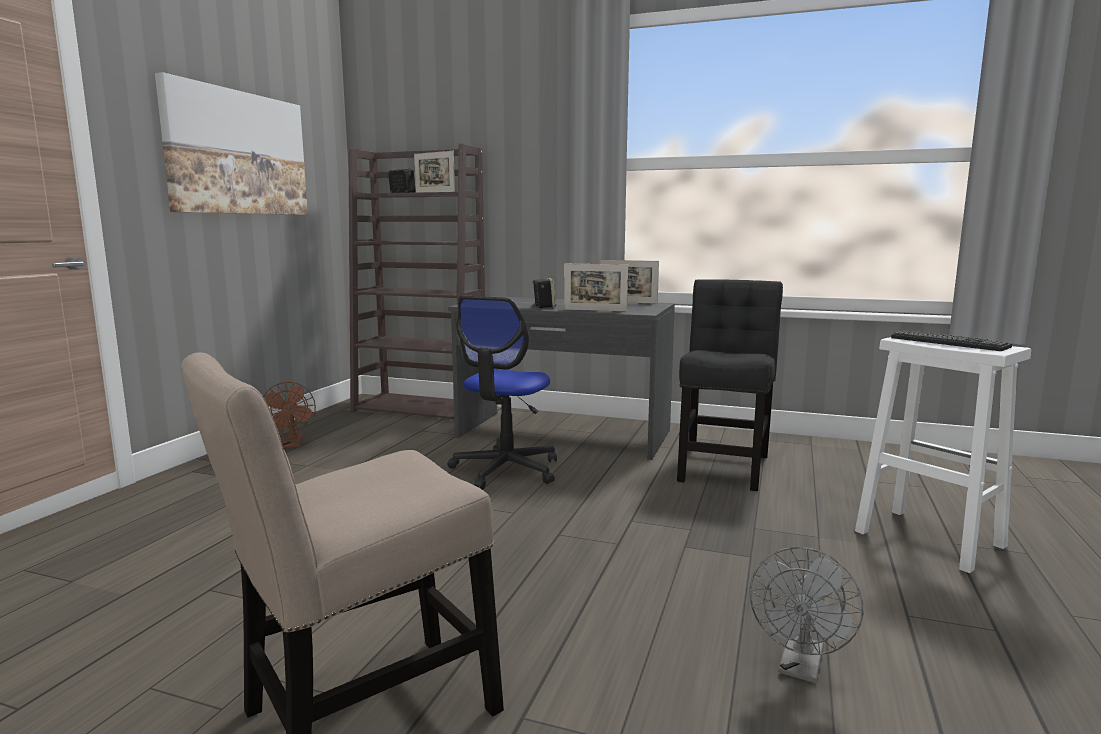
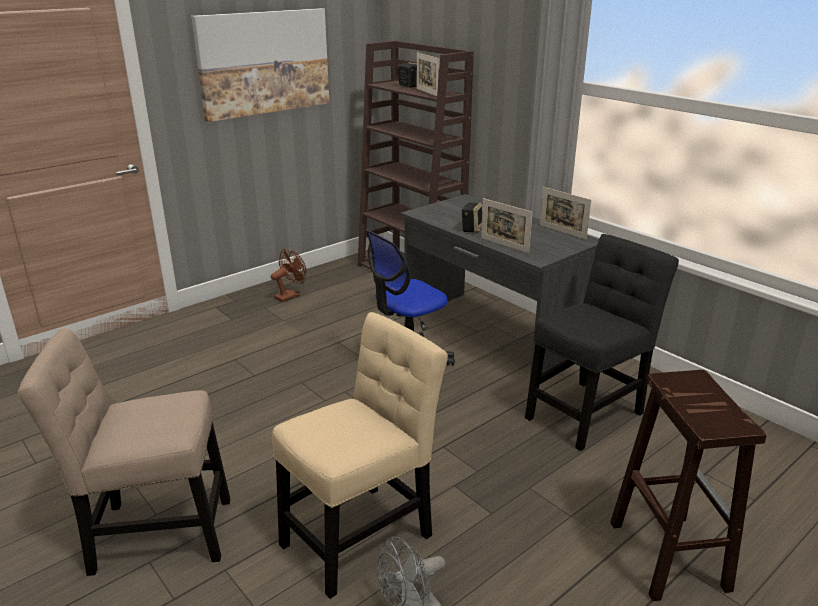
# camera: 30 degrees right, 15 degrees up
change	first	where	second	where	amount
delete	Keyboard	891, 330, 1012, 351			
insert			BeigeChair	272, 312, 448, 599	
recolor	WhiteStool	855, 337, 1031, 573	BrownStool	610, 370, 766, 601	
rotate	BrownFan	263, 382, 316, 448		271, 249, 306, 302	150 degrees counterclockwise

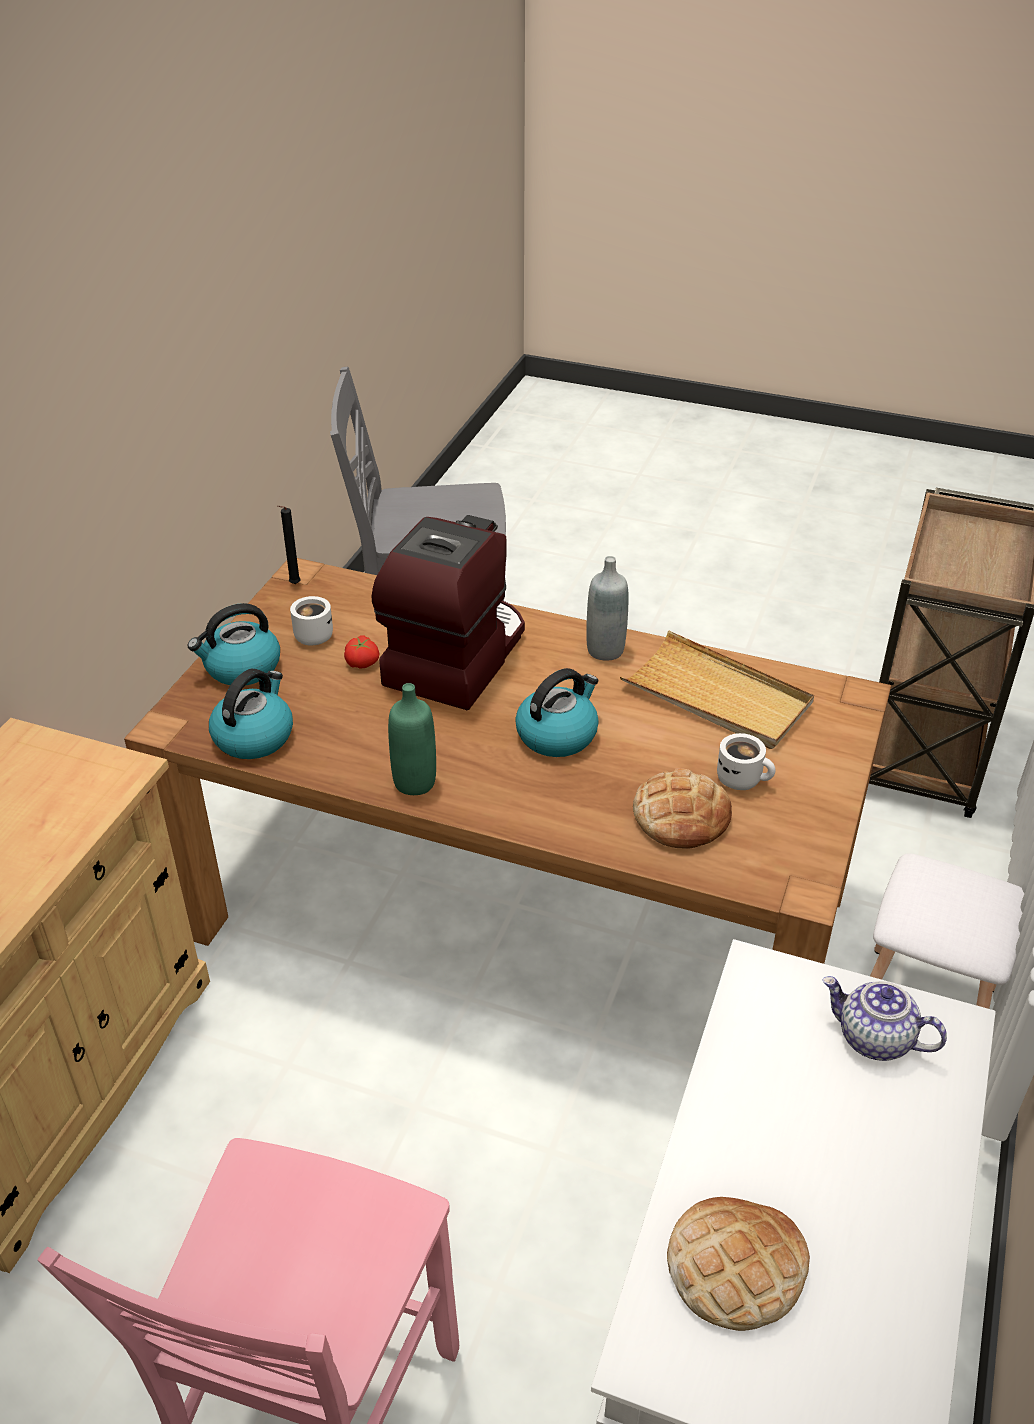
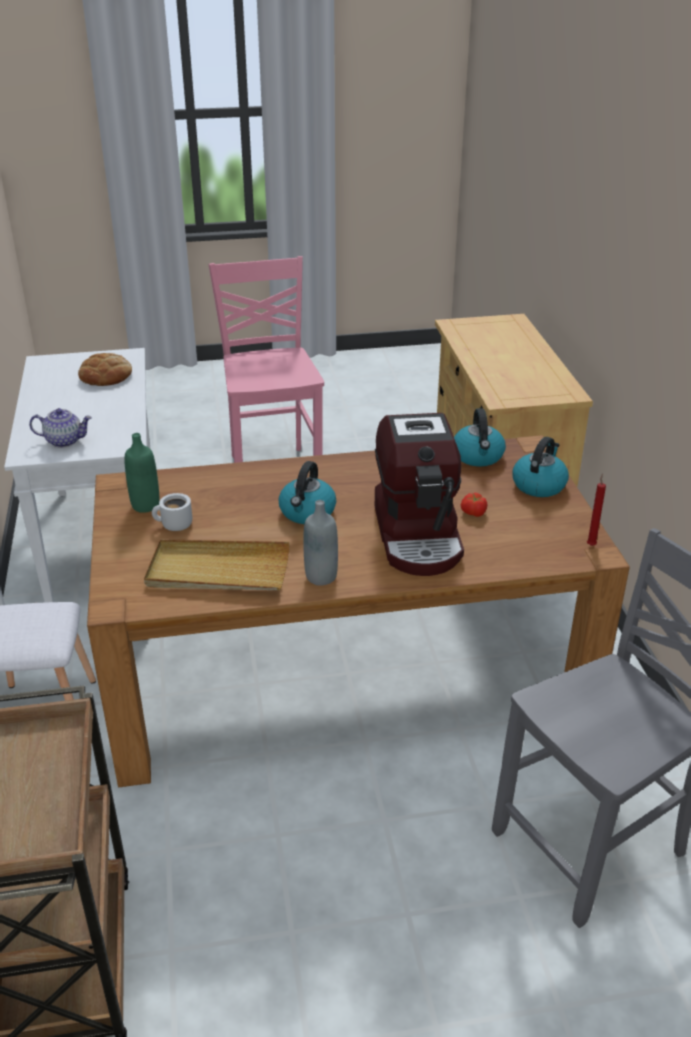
# camera: 150 degrees right, 5 degrees down
change	first	where	second	where	amount
delete	WhiteMug	290, 596, 333, 646			
delete	Bread	633, 768, 732, 849			
move	GreenBottle	388, 683, 436, 795		124, 433, 159, 513	
recolor	BlackCandle	277, 505, 301, 584	RedCandle	587, 474, 606, 546	

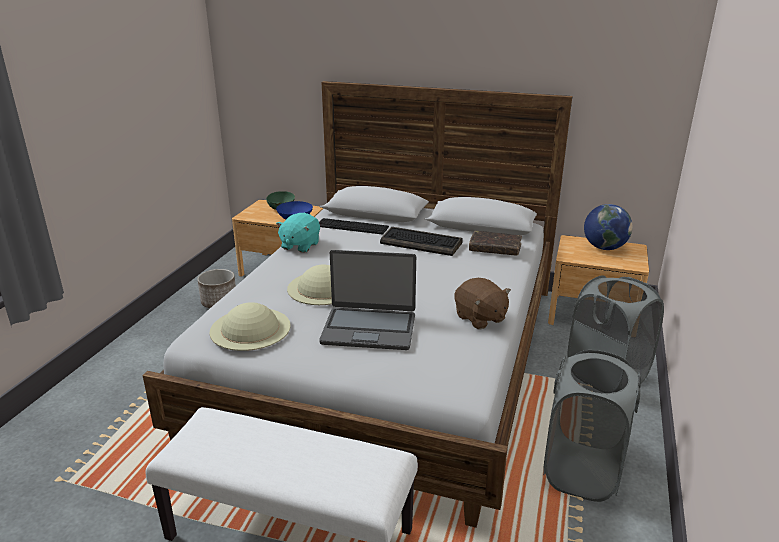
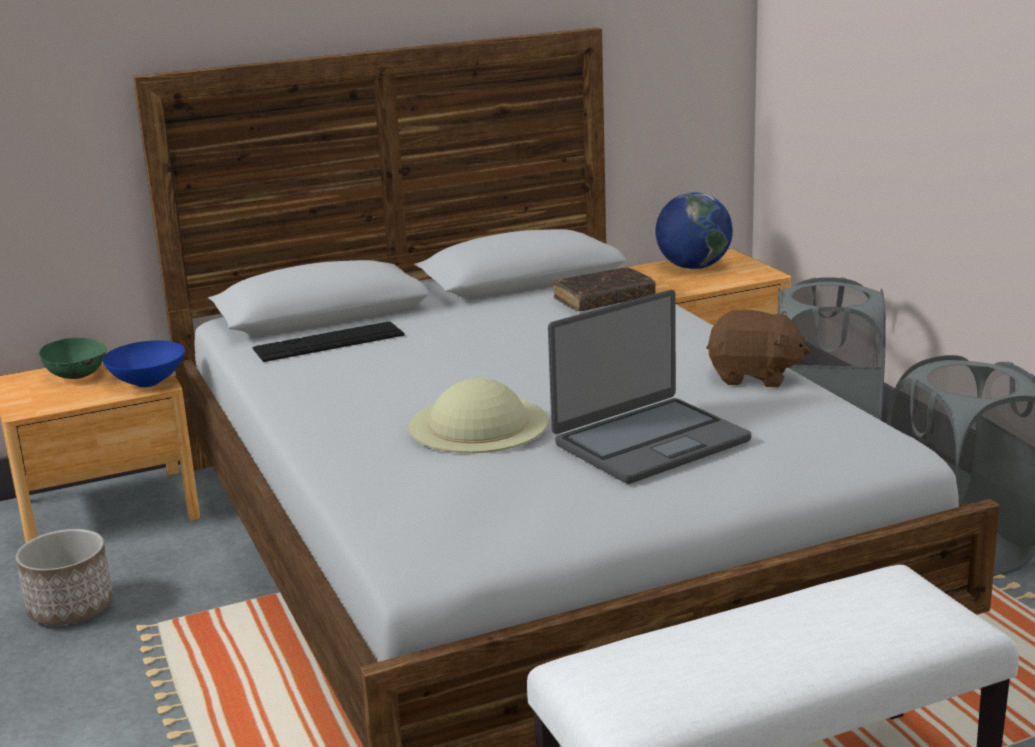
# camera: 40 degrees left, 5 degrees down
change	first	where	second	where	amount
delete	BeigeHat	210, 302, 291, 351			
delete	TurquoisePlushToy	276, 213, 320, 253			
delete	Keyboard	380, 227, 463, 256			

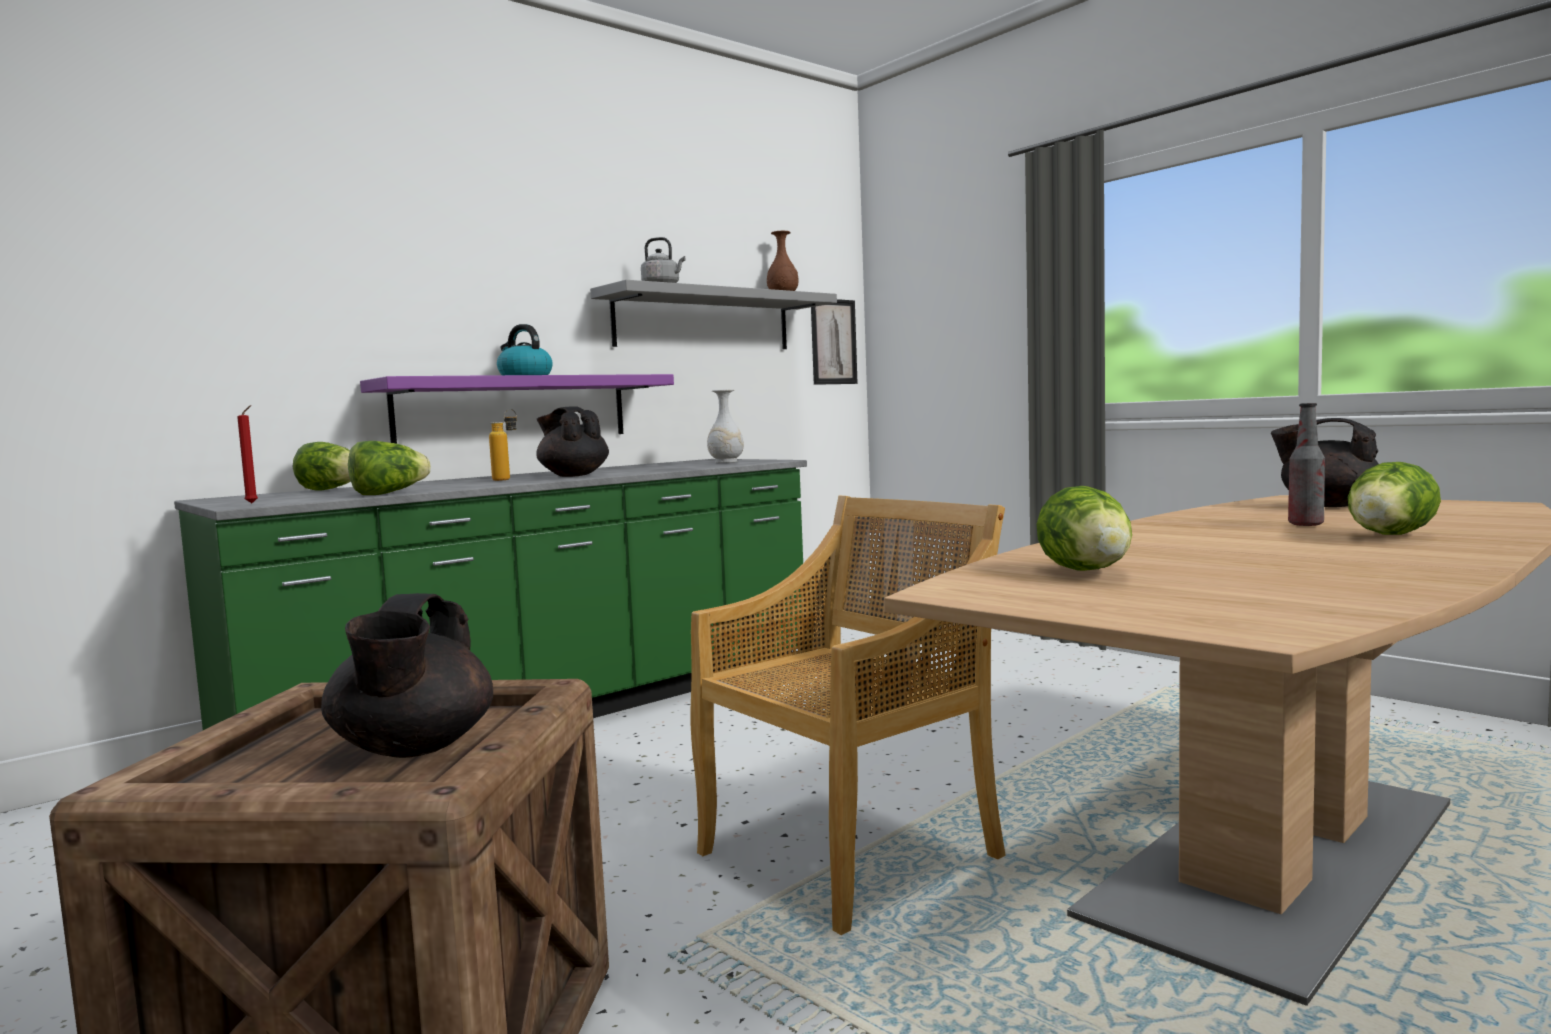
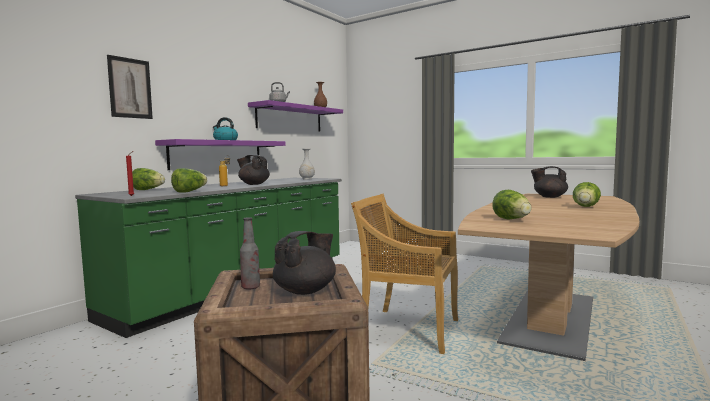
# camera: 15 degrees left, 0 degrees up
change	first	where	second	where	amount
move	Picture	811, 299, 858, 385		107, 55, 153, 119	
move	Bottle	1288, 403, 1325, 526		240, 217, 260, 290	
recolor	GreyShelf	590, 280, 837, 349	PurpleShelf	248, 100, 343, 132	
rotate	BlackTeapot	321, 593, 493, 758		273, 231, 336, 295	120 degrees counterclockwise
rotate	BeigeChair	691, 495, 1006, 935		351, 194, 458, 354	105 degrees counterclockwise

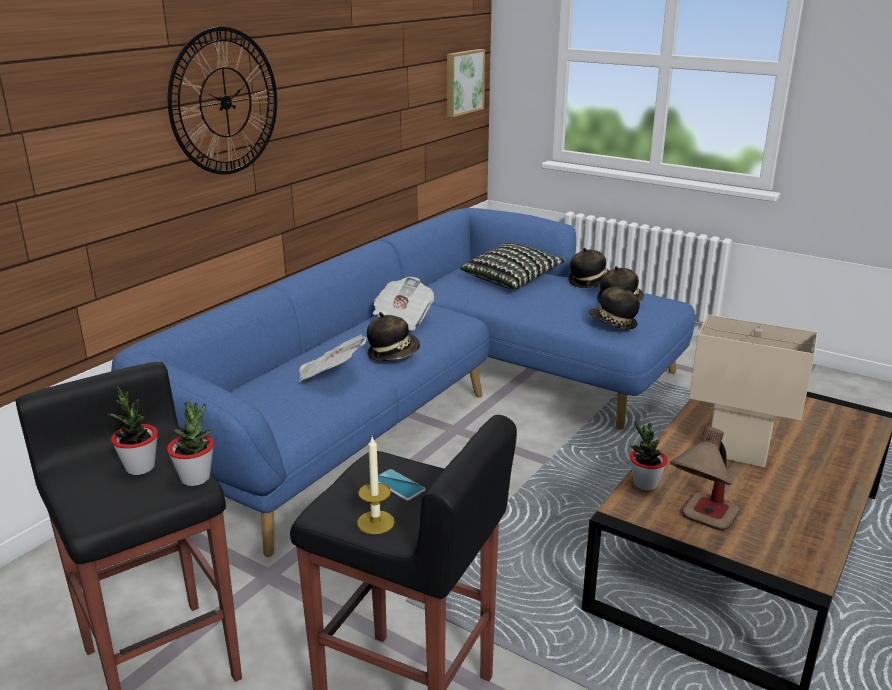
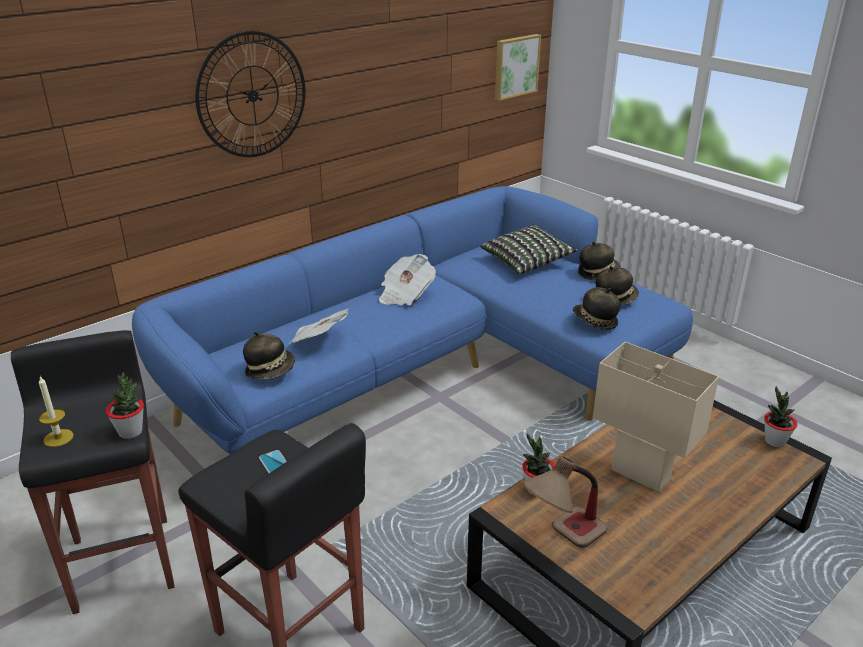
# camera: 15 degrees right, 5 degrees up
change	first	where	second	where	amount
move	PottedPlant	107, 386, 158, 475		764, 386, 797, 447	
move	Candle	357, 437, 395, 534		39, 376, 74, 447	
move	Hat	367, 312, 420, 361		243, 331, 295, 379	

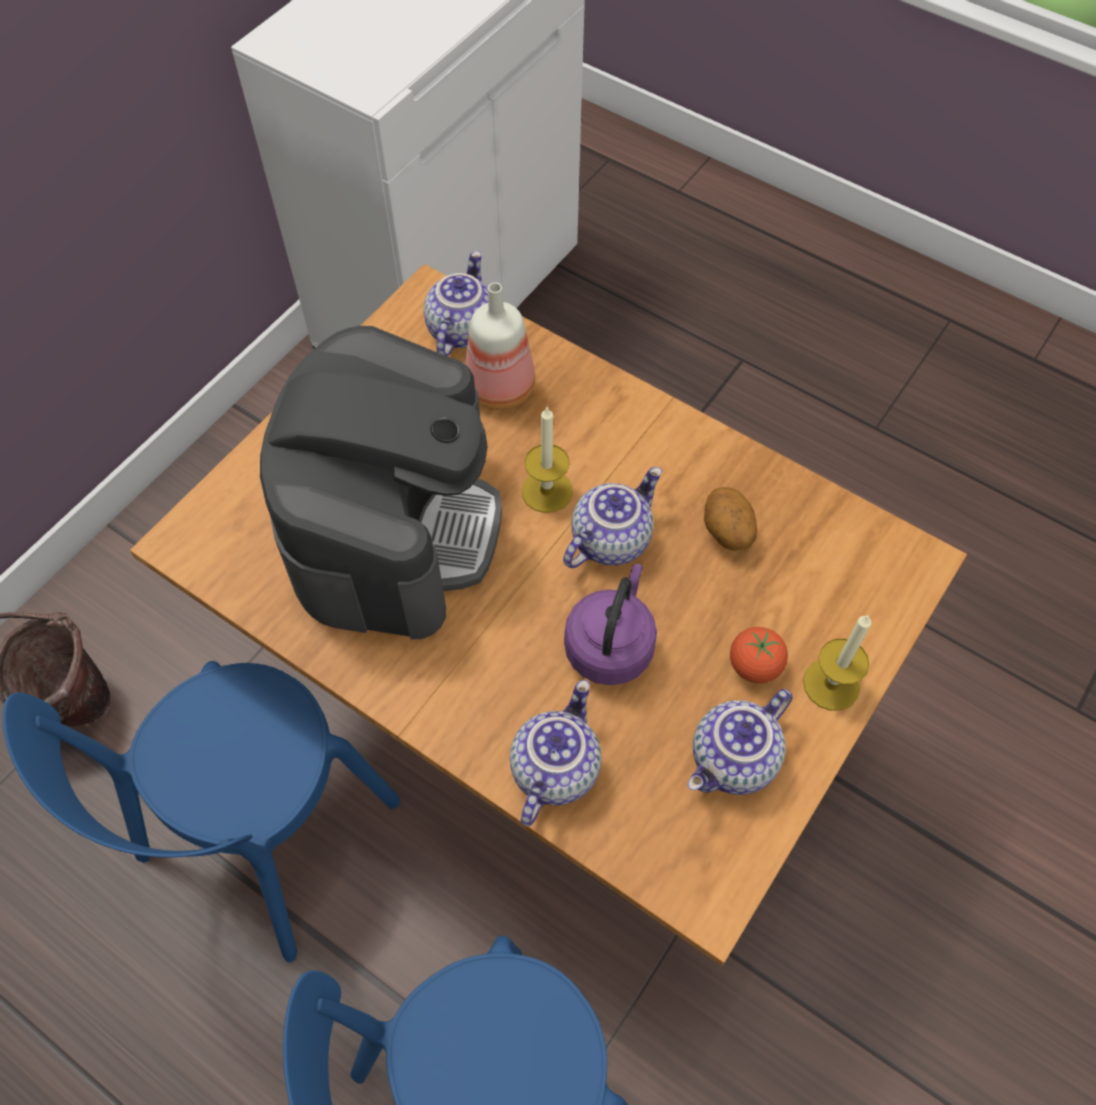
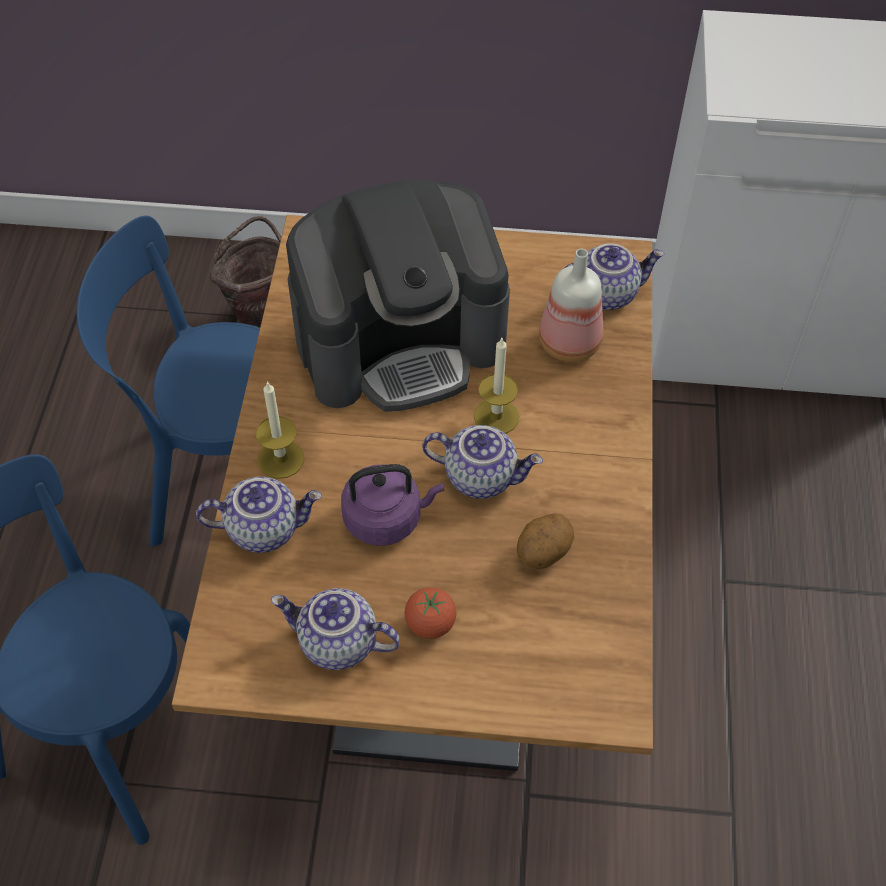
# camera: 60 degrees right, 5 degrees down
change	first	where	second	where	amount
move	Candle	803, 614, 871, 711		256, 381, 304, 479	

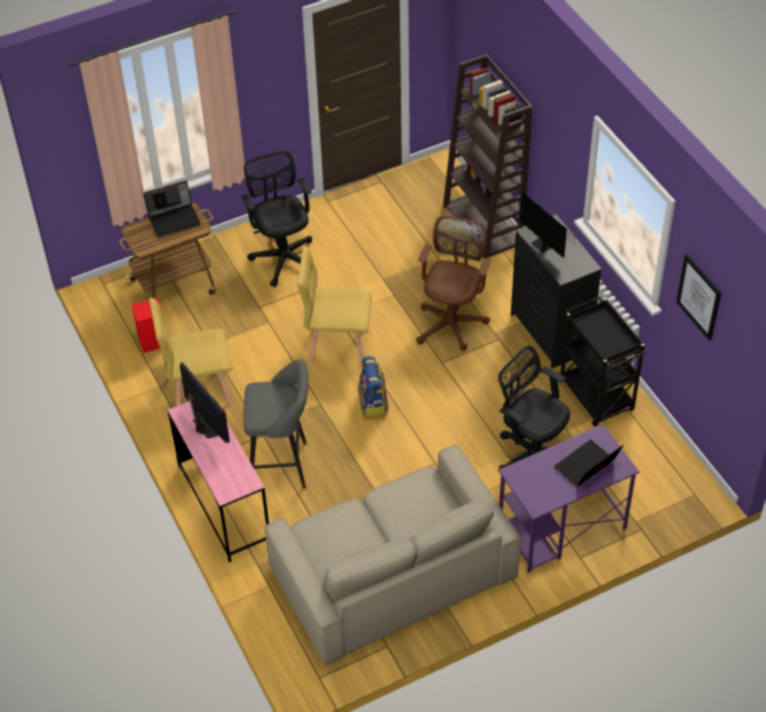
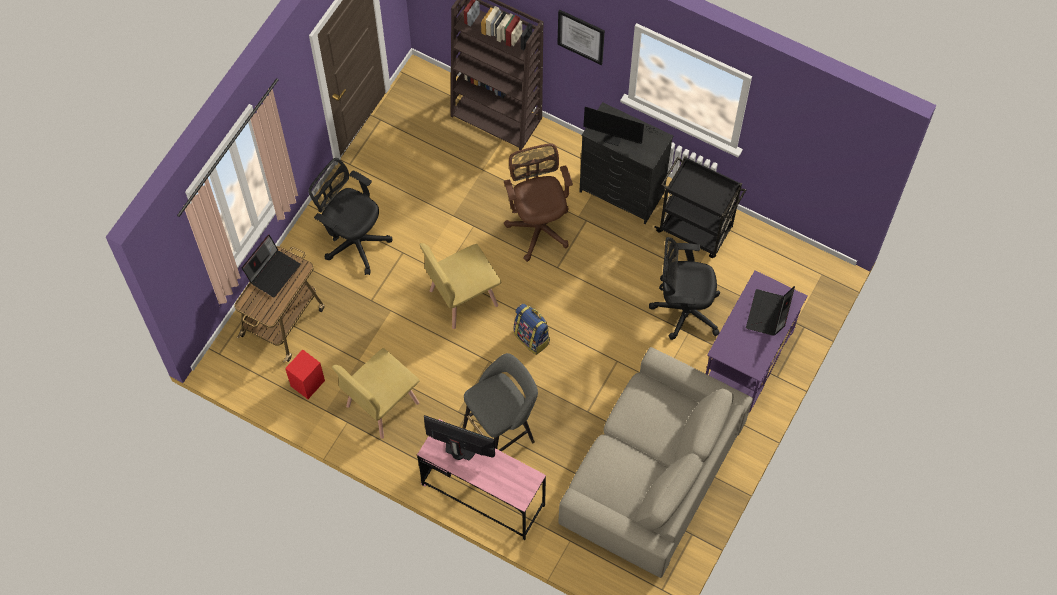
# camera: 35 degrees left, 15 degrees up
change	first	where	second	where	amount
move	Picture	676, 255, 721, 341		557, 10, 605, 65	

